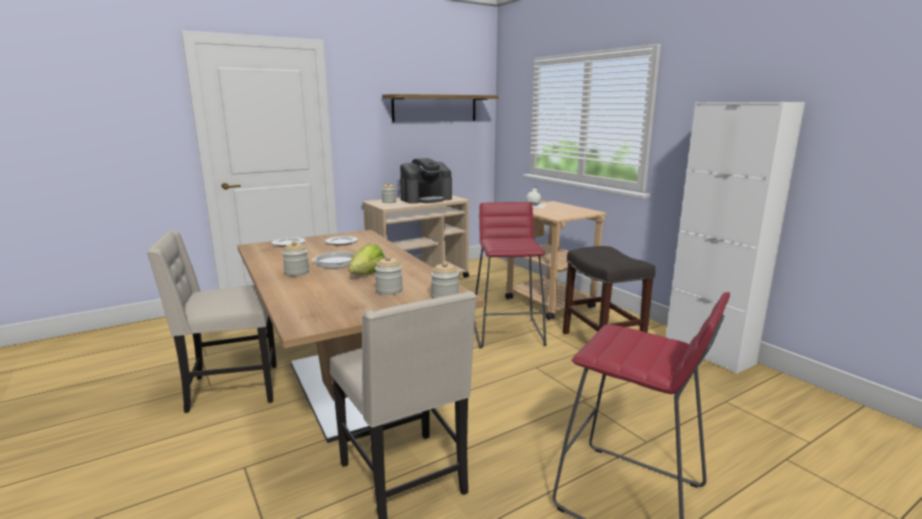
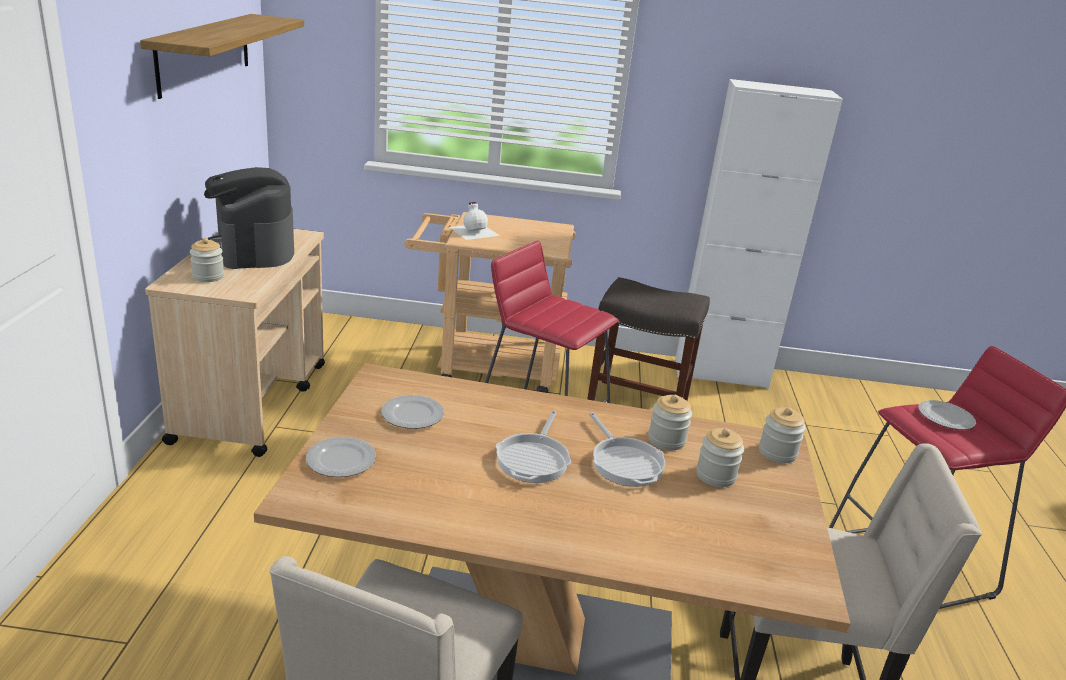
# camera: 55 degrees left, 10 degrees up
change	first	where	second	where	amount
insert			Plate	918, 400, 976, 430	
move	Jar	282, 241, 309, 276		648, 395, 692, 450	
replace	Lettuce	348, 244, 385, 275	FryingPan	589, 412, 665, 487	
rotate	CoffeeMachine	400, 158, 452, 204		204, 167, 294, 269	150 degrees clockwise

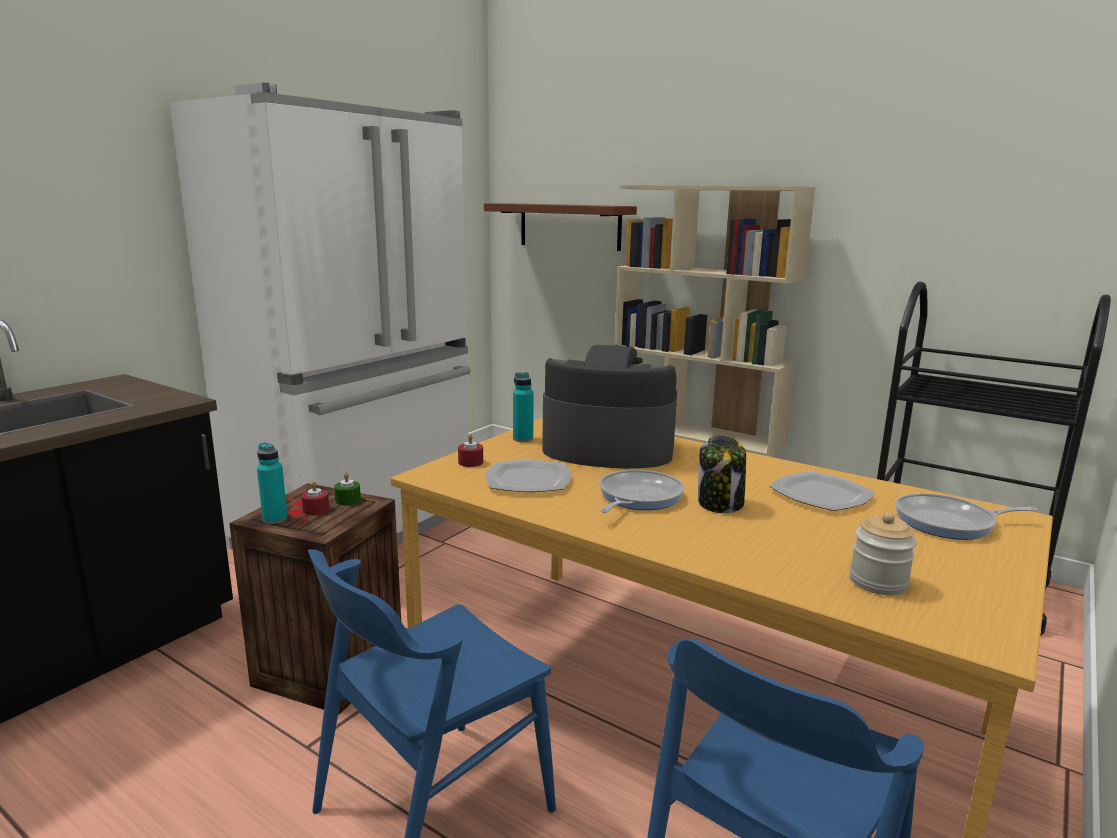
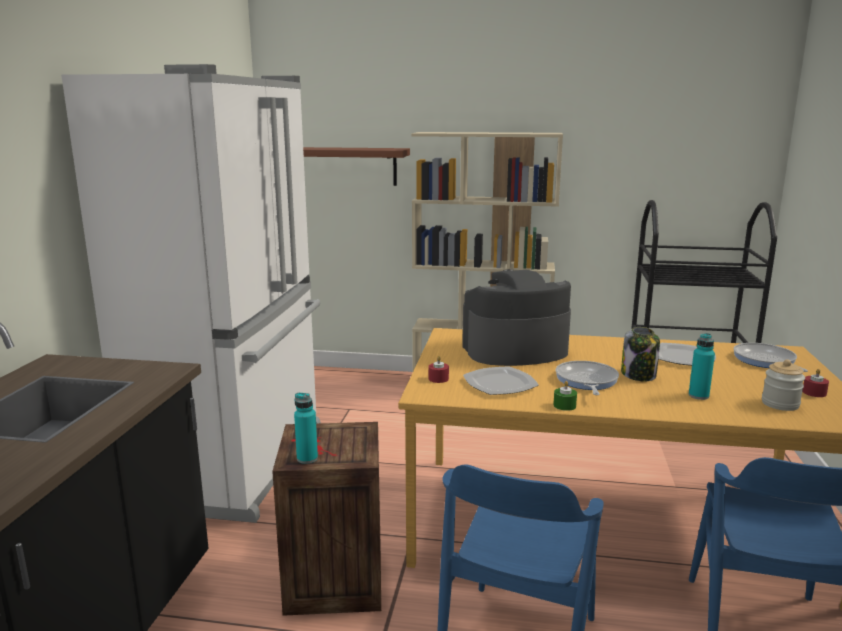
# camera: 25 degrees left, 0 degrees up
change	first	where	second	where	amount
move	RedCandle	301, 481, 329, 515		802, 369, 829, 397	
move	GreenCandle	334, 473, 361, 505		553, 381, 577, 411	
move	TurquoiseBottle	513, 372, 534, 442		689, 333, 715, 400	
rotate	FryingPan	895, 493, 1038, 540		733, 343, 808, 372	105 degrees clockwise

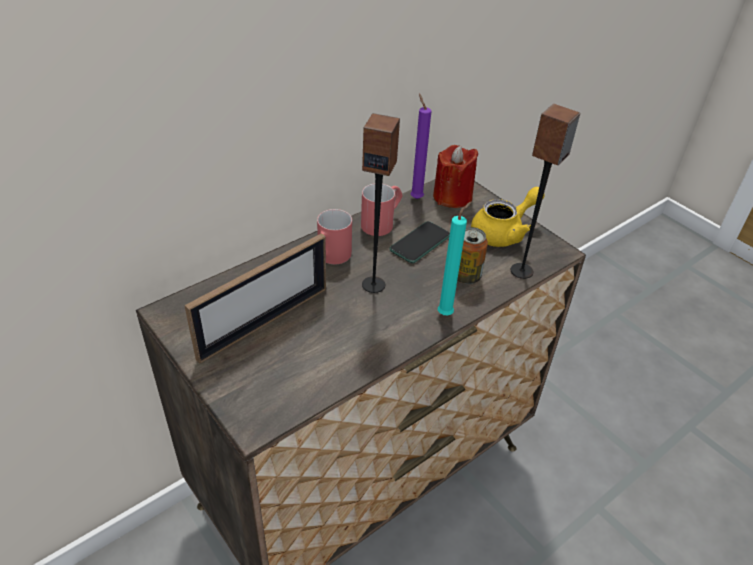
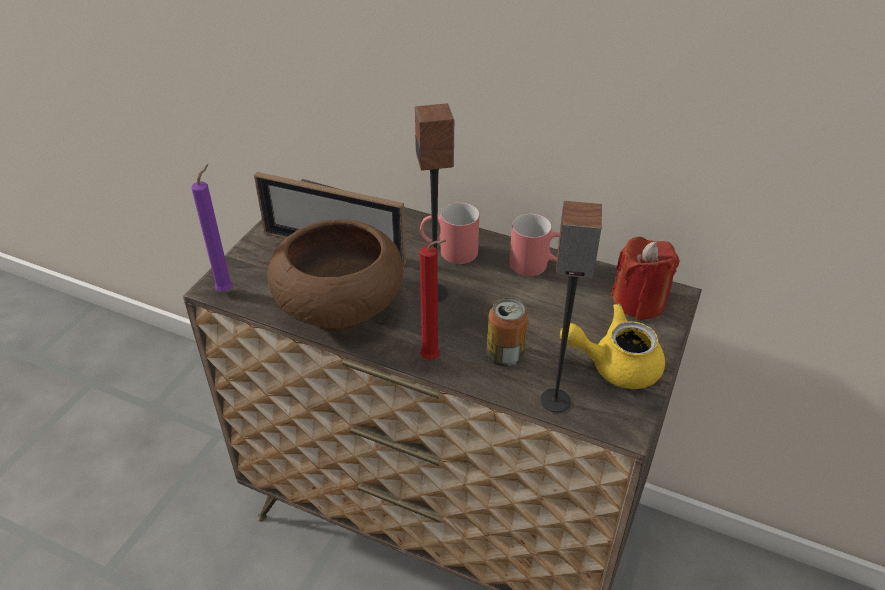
# camera: 65 degrees right, 0 degrees up
change	first	where	second	where	amount
delete	Phone	389, 221, 450, 263			
insert			BrownBowl	267, 219, 403, 331	
move	PurpleCandle	410, 94, 431, 199		191, 164, 233, 292	
recolor	TurquoiseCandle	438, 202, 471, 316	RedCandle	420, 240, 446, 360	
rotate	YellowTeapot	471, 187, 545, 247		560, 304, 665, 389	150 degrees clockwise

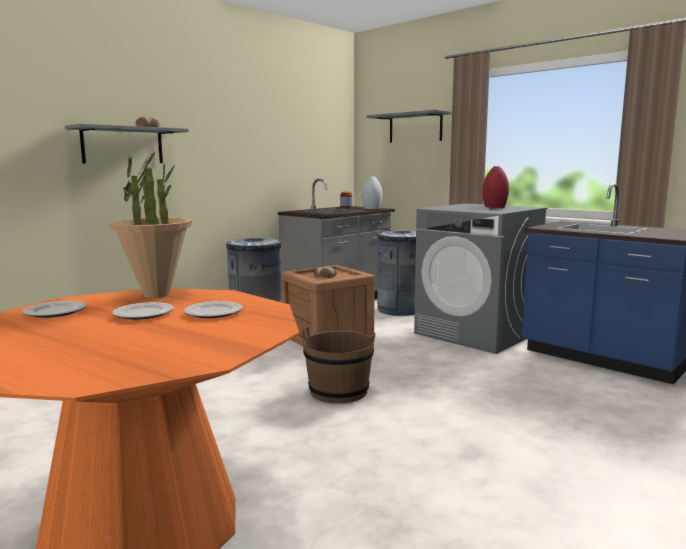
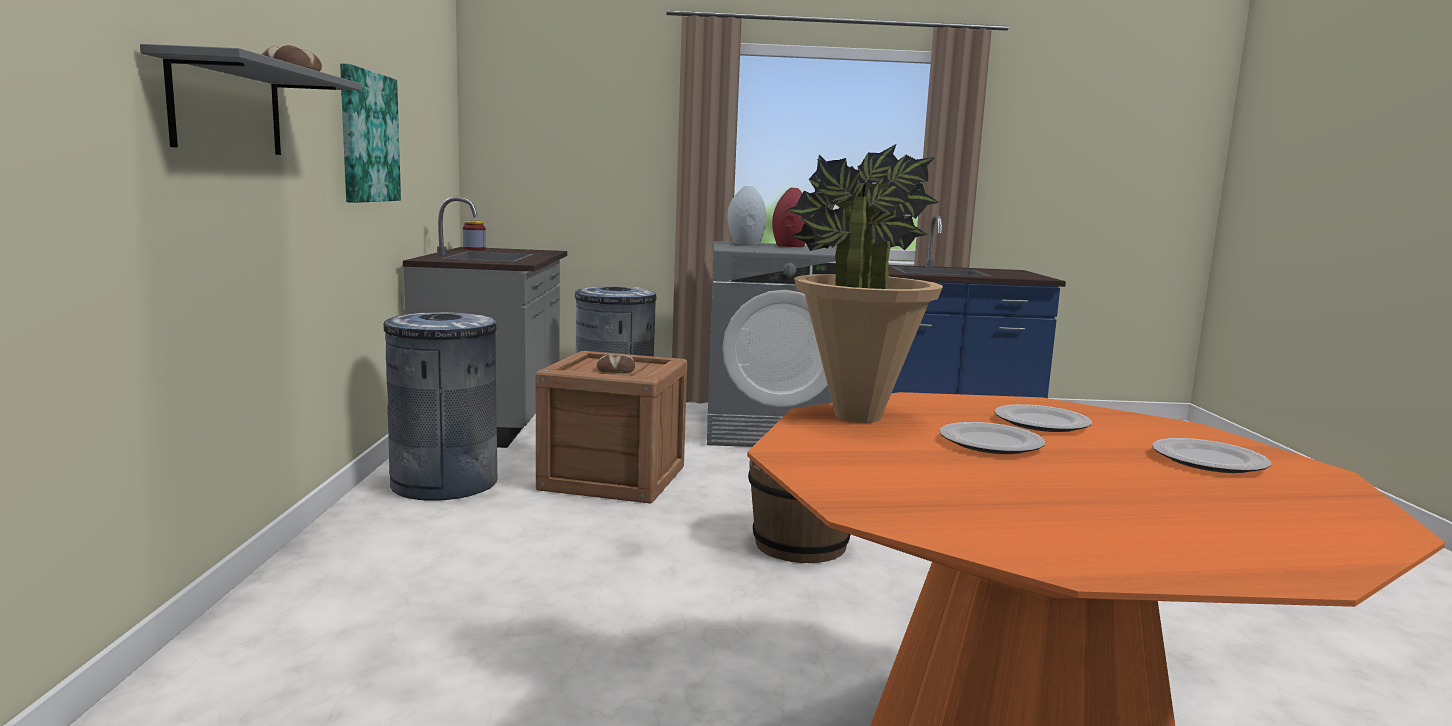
# camera: 45 degrees left, 0 degrees up
change	first	where	second	where	amount
delete	GreyShelf	367, 110, 452, 143			
insert			Picture	340, 64, 401, 203	
move	Plate	23, 301, 86, 318		1152, 438, 1271, 473	
move	GreyVase	362, 176, 382, 209		727, 186, 767, 245	

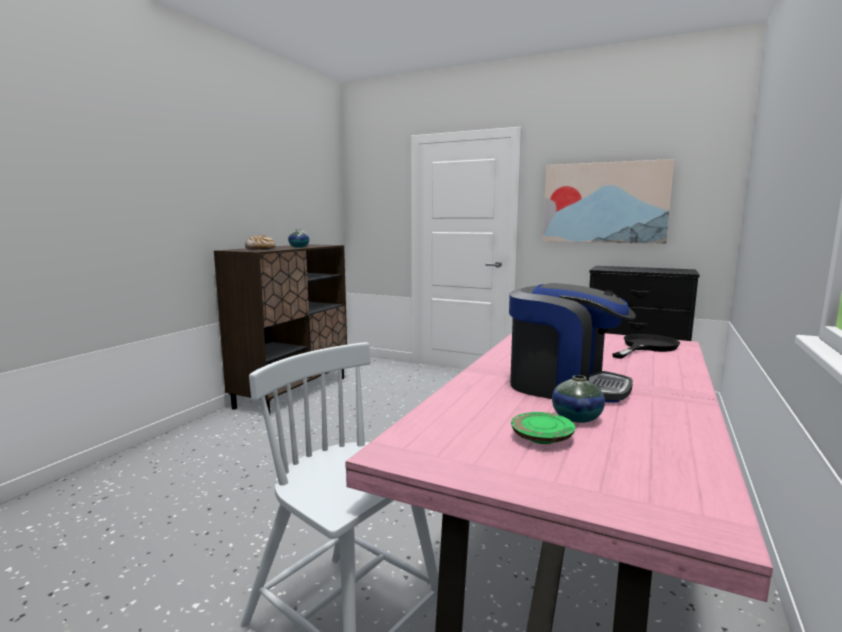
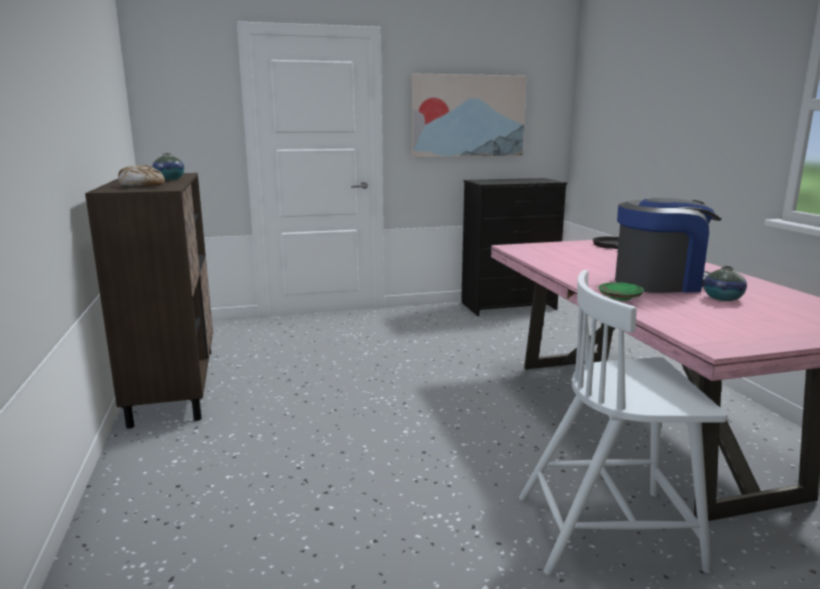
# camera: 40 degrees left, 5 degrees up
change	first	where	second	where	amount
move	GreenPlate	511, 412, 576, 444		599, 282, 644, 301	

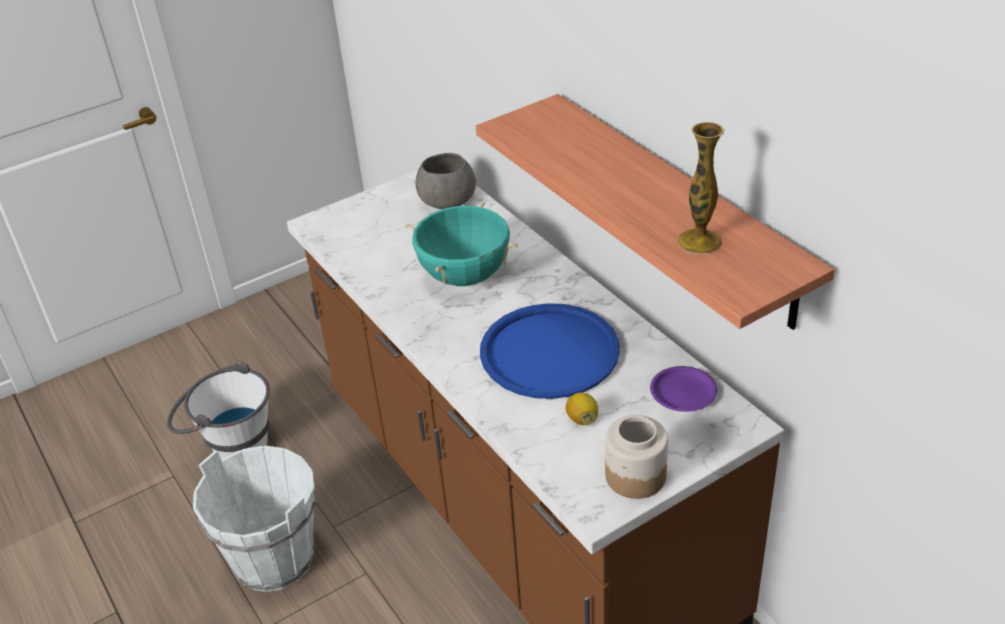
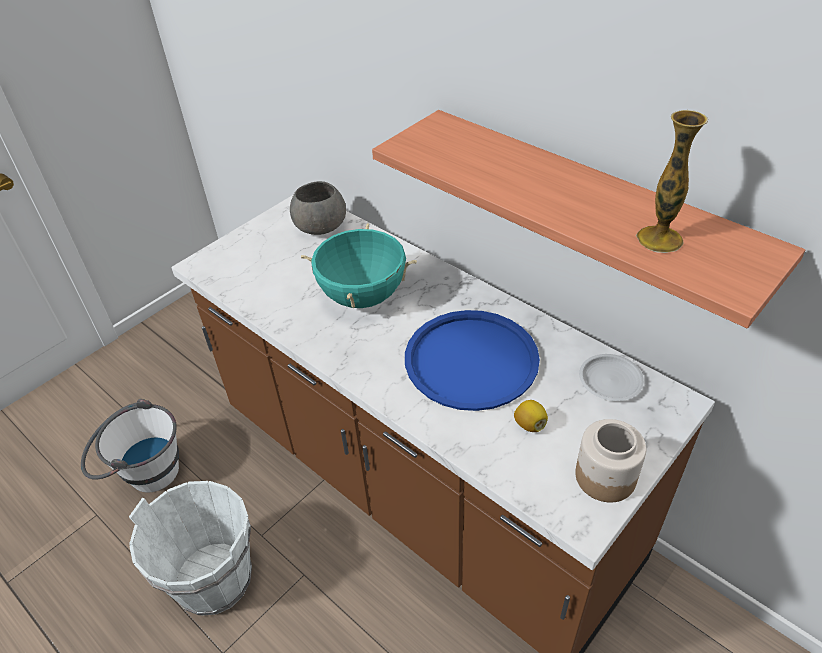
# camera: 15 degrees left, 5 degrees up
change	first	where	second	where	amount
recolor	PurplePlate	650, 366, 717, 412	WhitePlate	579, 354, 644, 401	

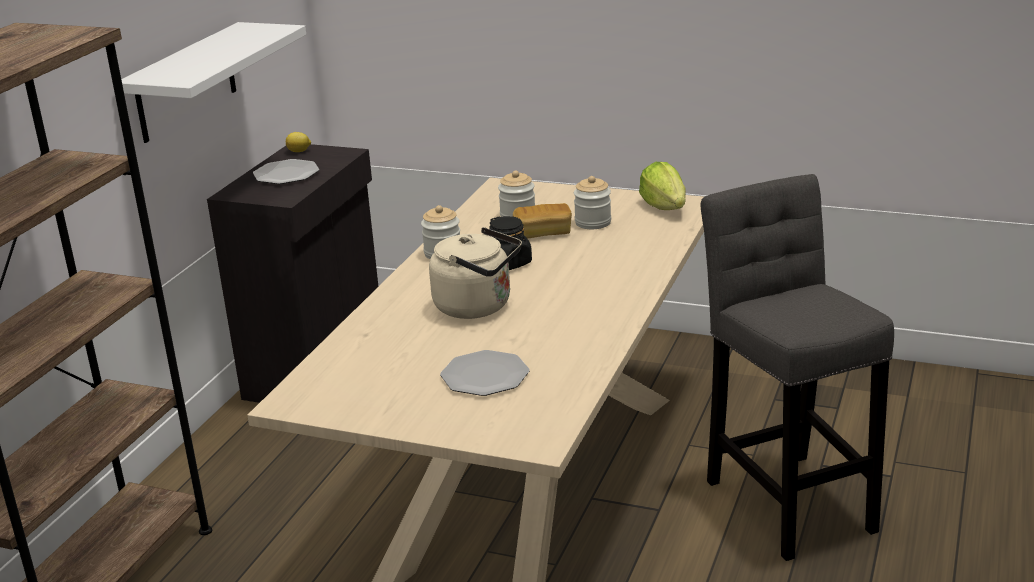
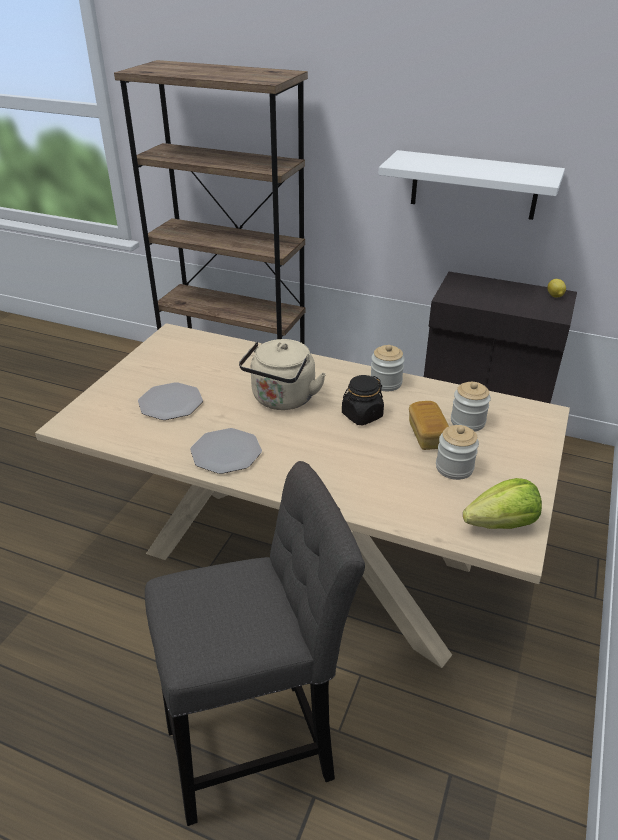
# camera: 90 degrees right, 10 degrees up
change	first	where	second	where	amount
move	Plate	253, 159, 319, 184		190, 428, 262, 474	

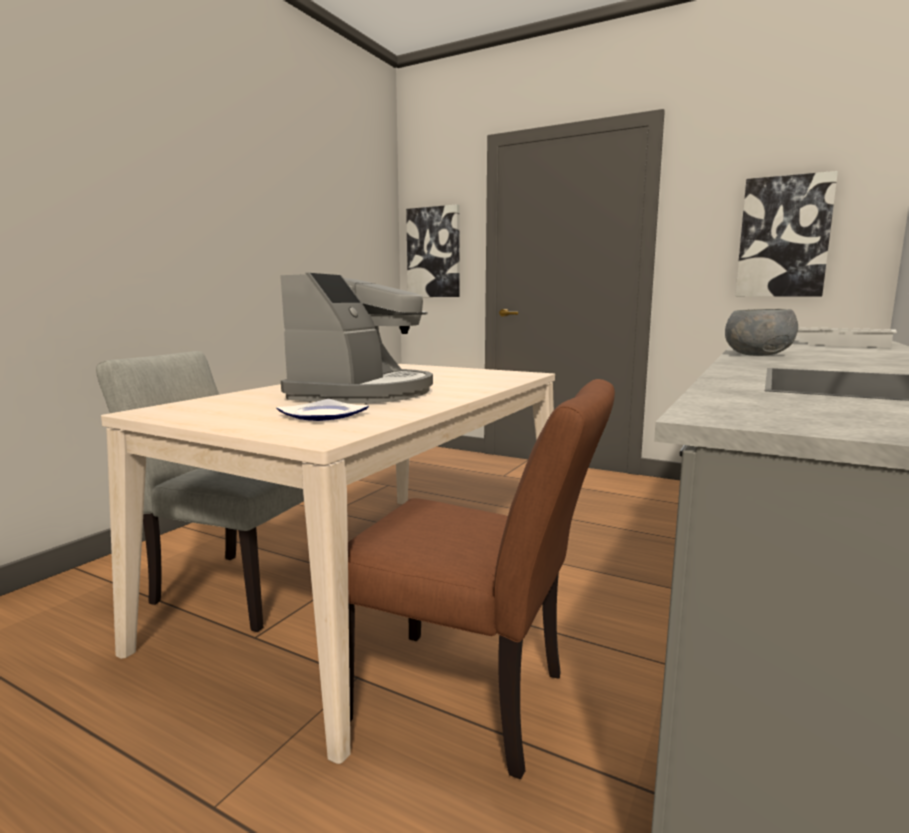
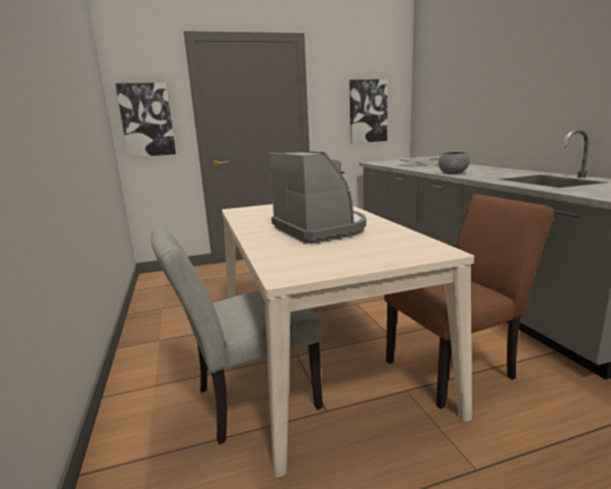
# camera: 45 degrees left, 5 degrees up
change	first	where	second	where	amount
delete	Plate	276, 399, 369, 421			

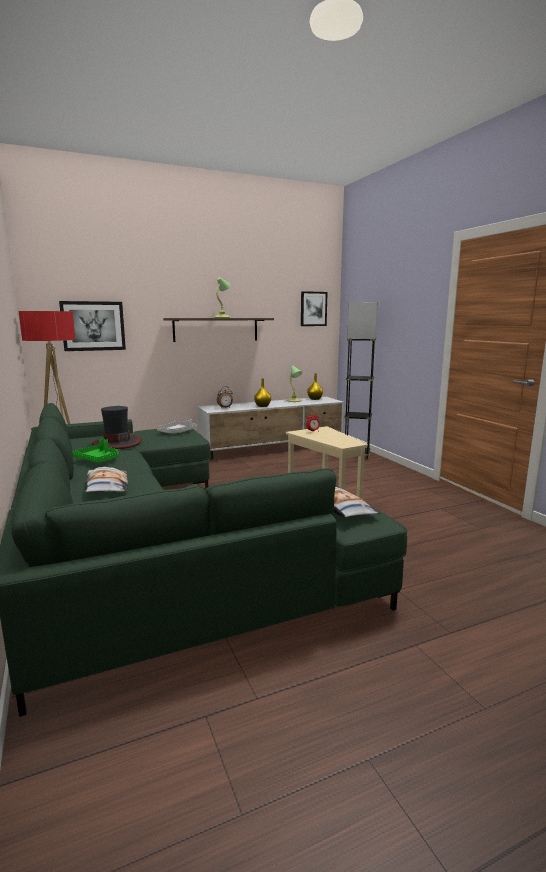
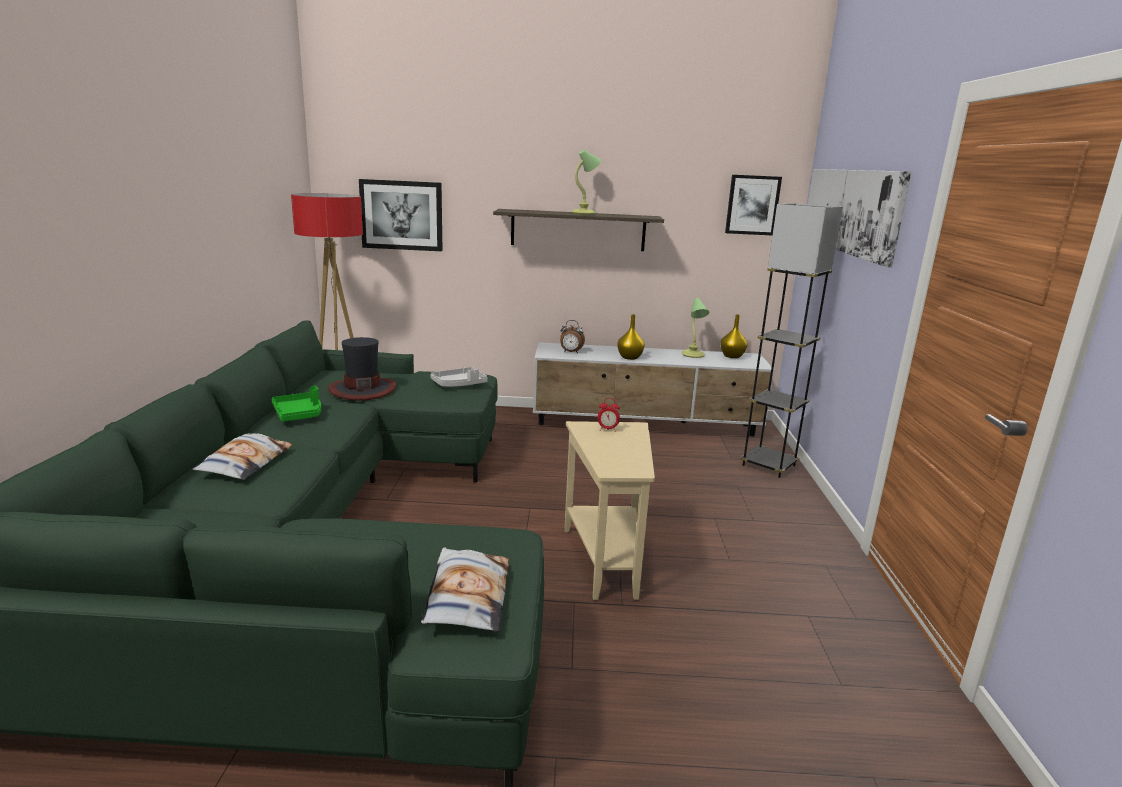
# camera: 25 degrees right, 5 degrees up
change	first	where	second	where	amount
insert			Picture	808, 169, 912, 268	

